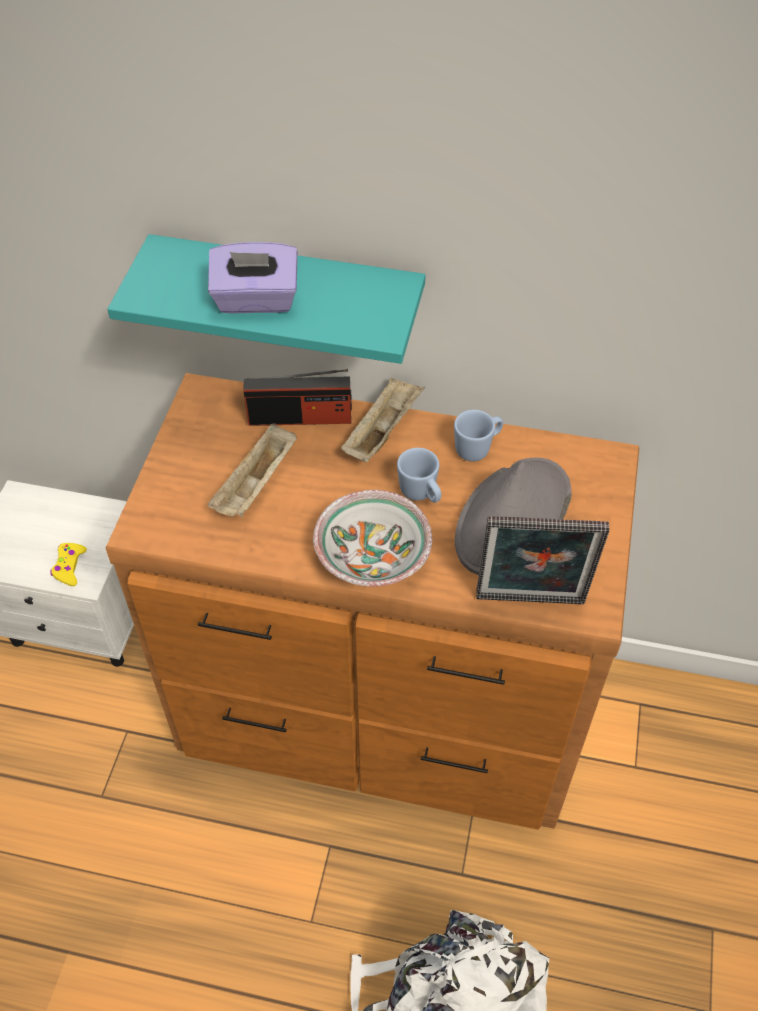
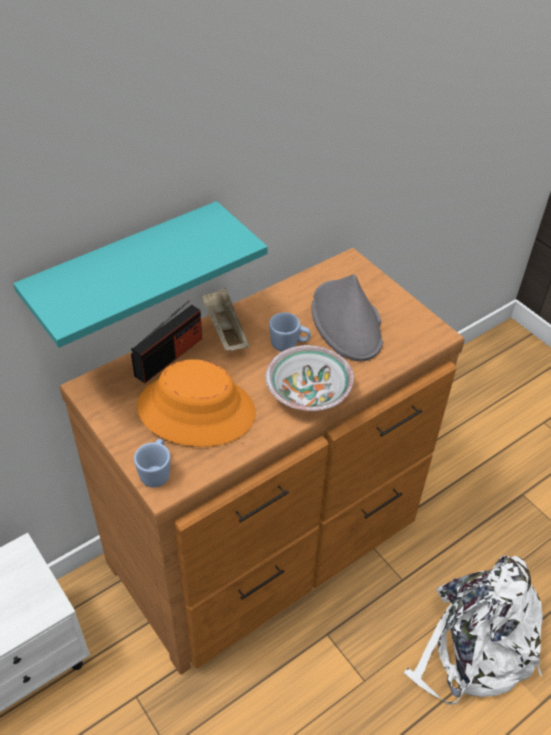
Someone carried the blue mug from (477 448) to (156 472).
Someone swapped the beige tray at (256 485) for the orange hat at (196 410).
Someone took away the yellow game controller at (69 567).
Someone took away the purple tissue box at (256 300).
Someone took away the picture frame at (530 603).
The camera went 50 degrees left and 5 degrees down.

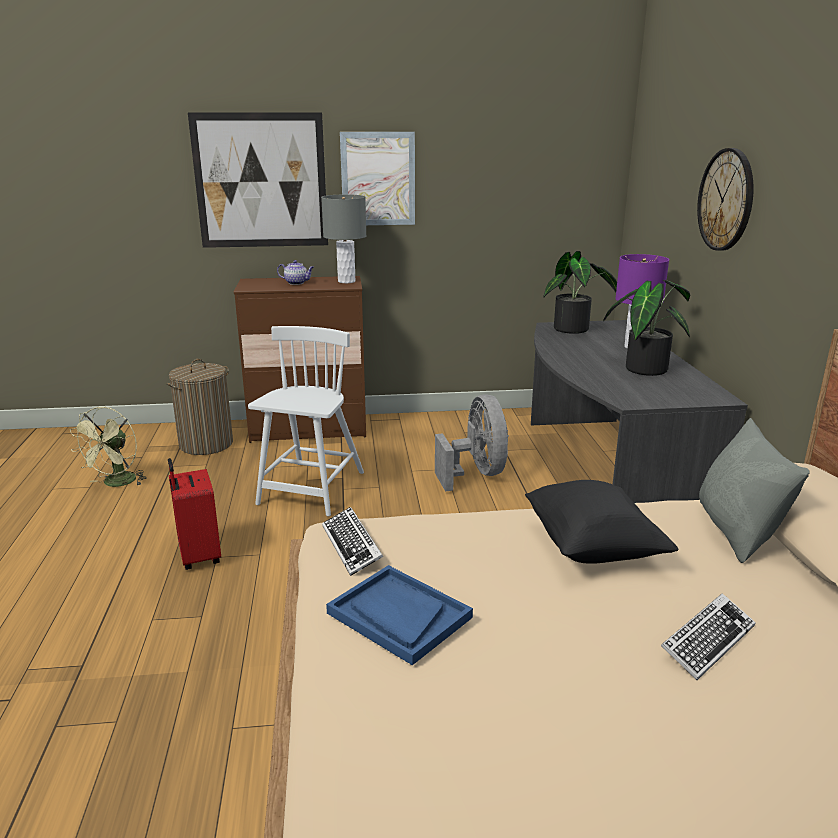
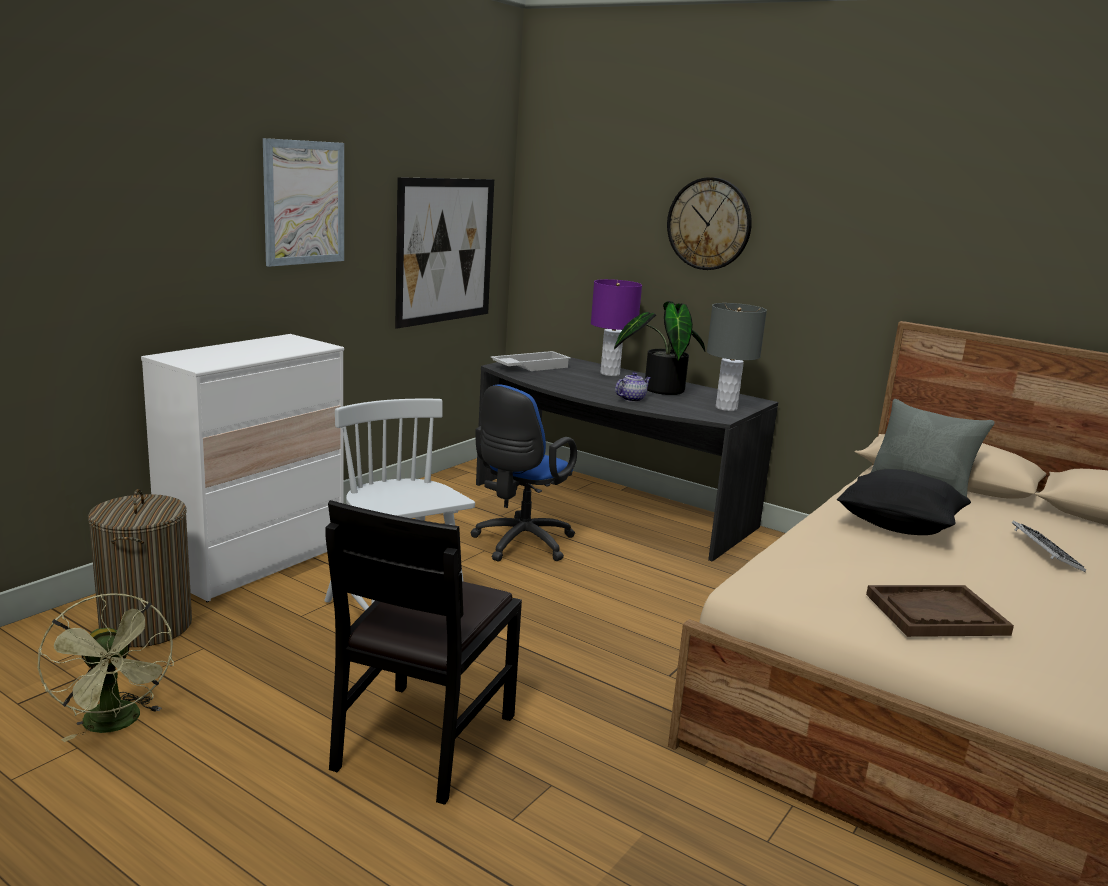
Someone repainted the brown dresser at (308 429), which became the white dresser at (254 562).
Someone swapped the red suitcase at (198 557) for the black chair at (423 739).
Someone carried the picture from (261 181) to (445 251).
Someone swapped the grey fan at (476 474) for the blue office chair at (519 545).
Someone swapped the potted plant at (575 329) for the white tray at (530 367).
Someone carried the teapot from (297 283) to (632 399).
Someone carried the grey table lamp from (346 281) to (726 408).
Someone repainted the blue tray at (398 615), which became the brown tray at (936 614).
Someone took away the keyboard at (352 546).
The camera went 50 degrees left and 5 degrees down.

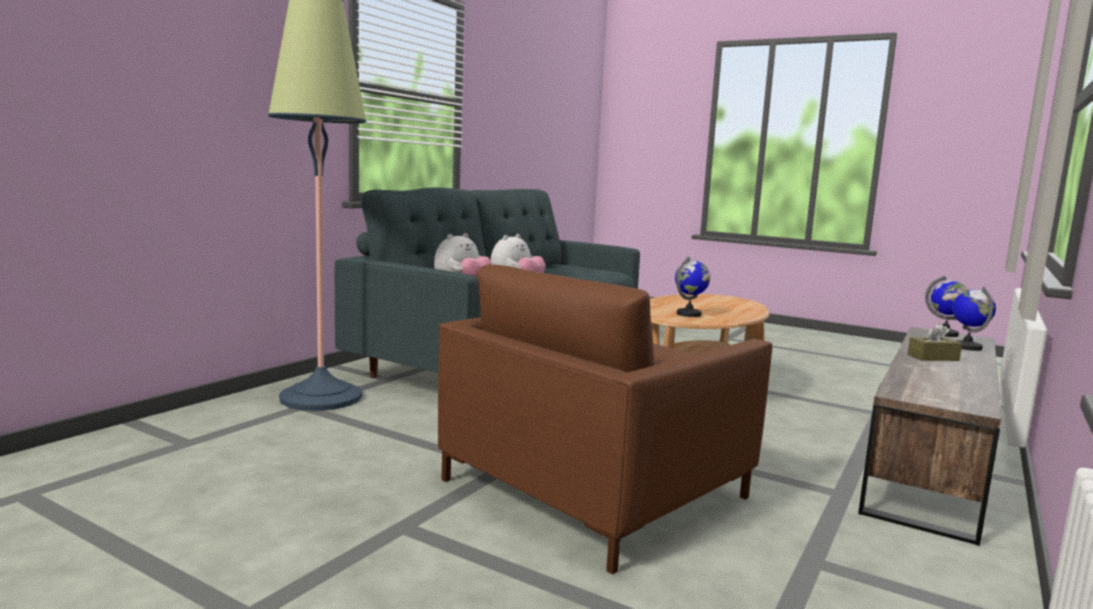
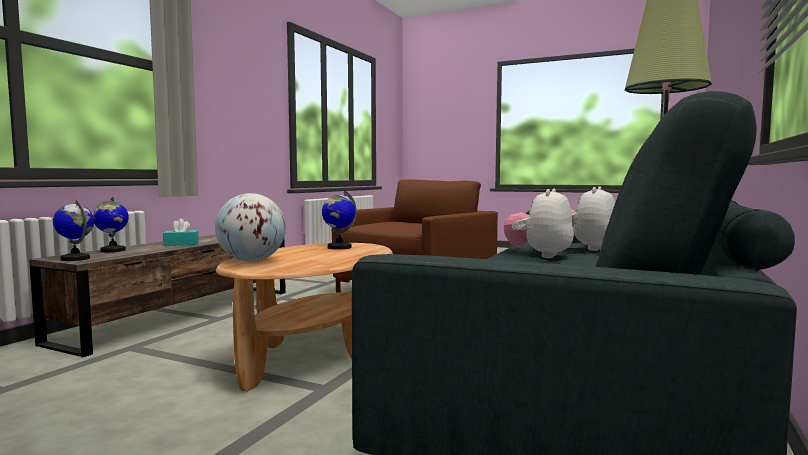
Someone repainted the brown tissue box at (933 357), which became the turquoise tissue box at (181 244).
Someone put down the globe at (251 261).
The camera went 175 degrees right and 5 degrees down.

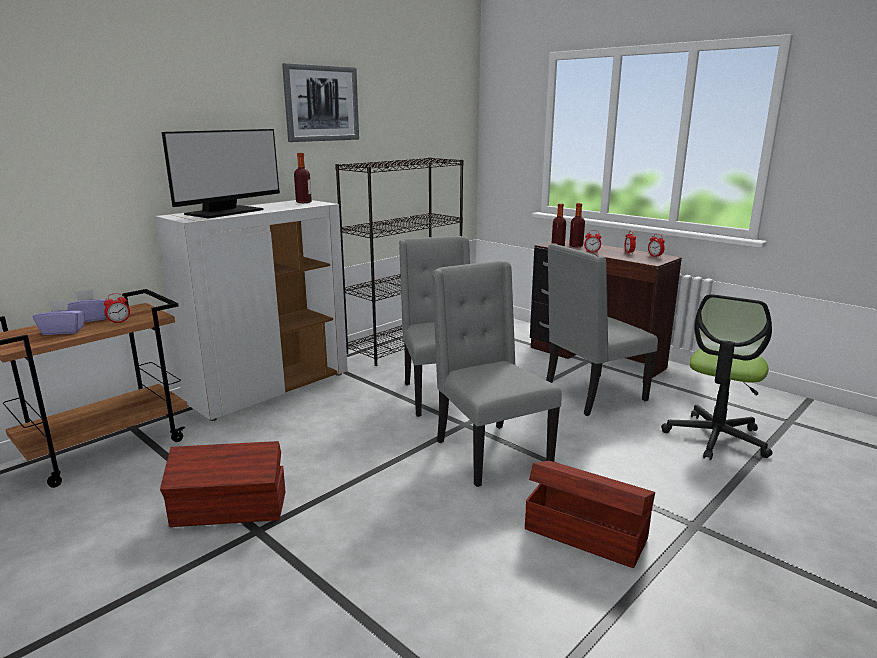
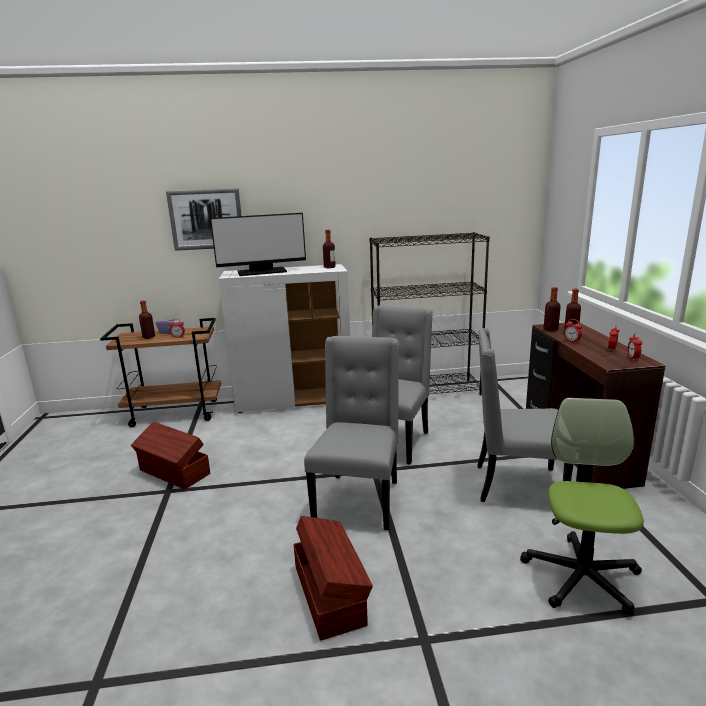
Someone swapped the purple tissue box at (63 331) for the bottle at (149 337).
Someone carried the picture from (321 103) to (206 219).
Someone rotated the office chair at (715 438) by 120 degrees clockwise.
The camera went 40 degrees right and 0 degrees up.

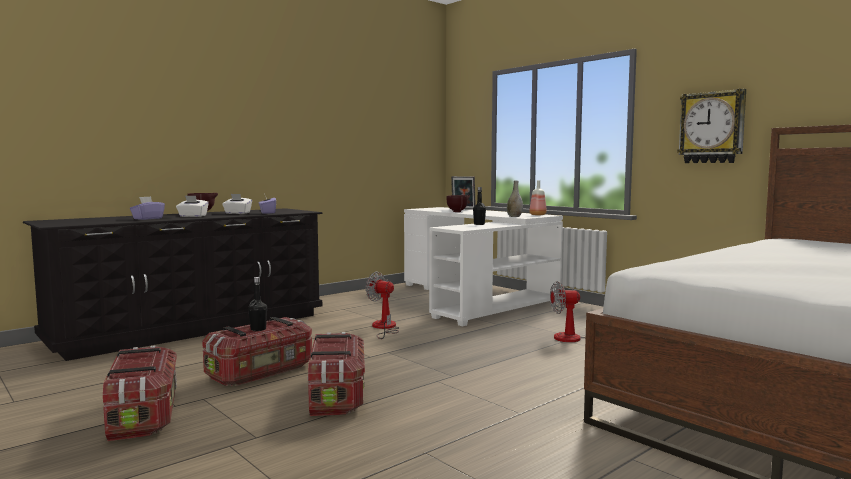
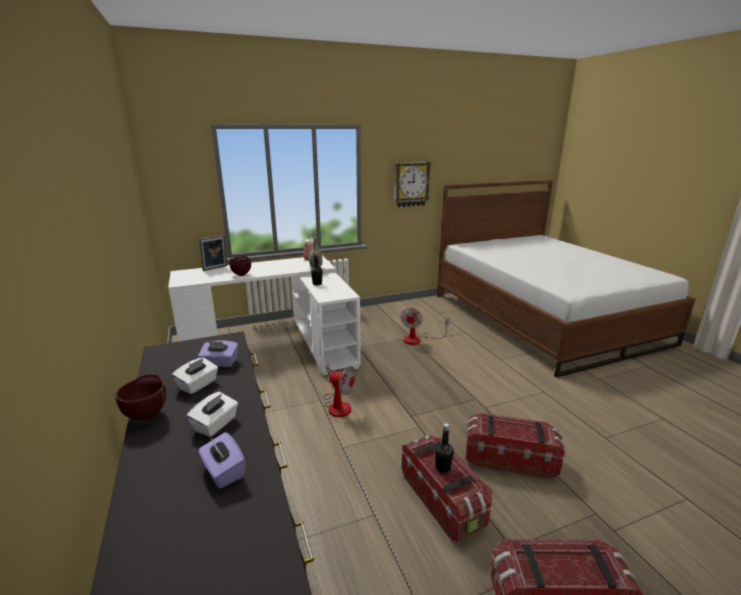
Someone rotated the fan at (384 328) by 120 degrees counterclockwise.
The camera went 70 degrees left and 15 degrees up.

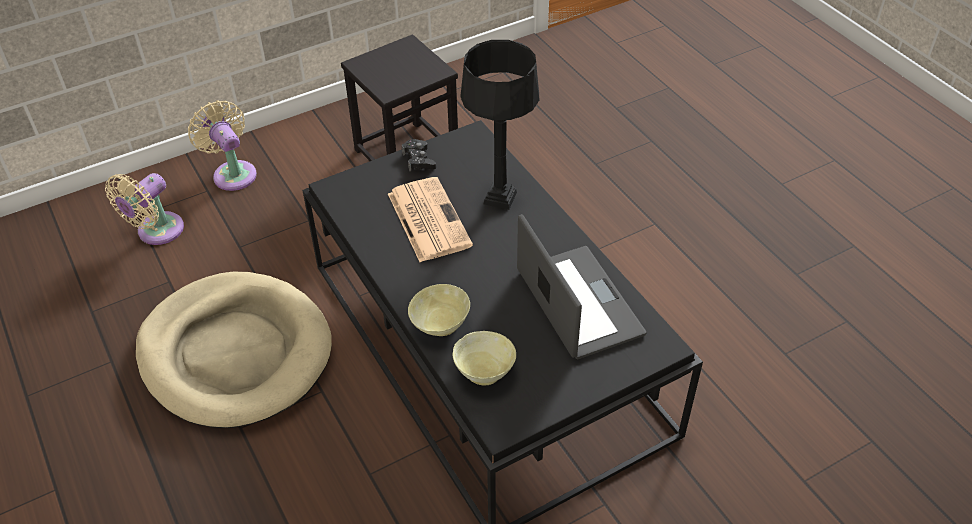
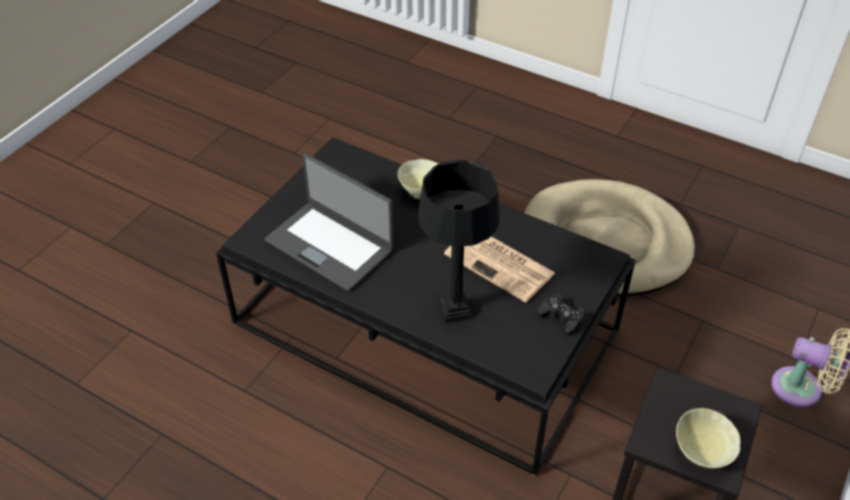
Someone carried the beige bowl from (485 372) to (701 453).
Someone took away the beige fan at (156 232).
The camera went 150 degrees right and 0 degrees up.

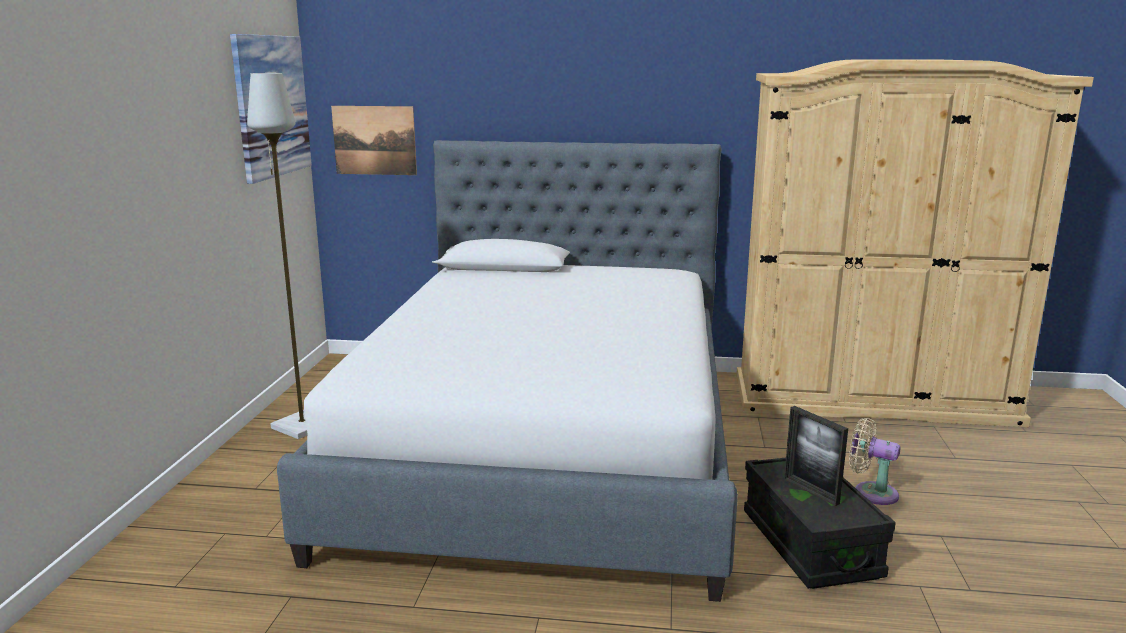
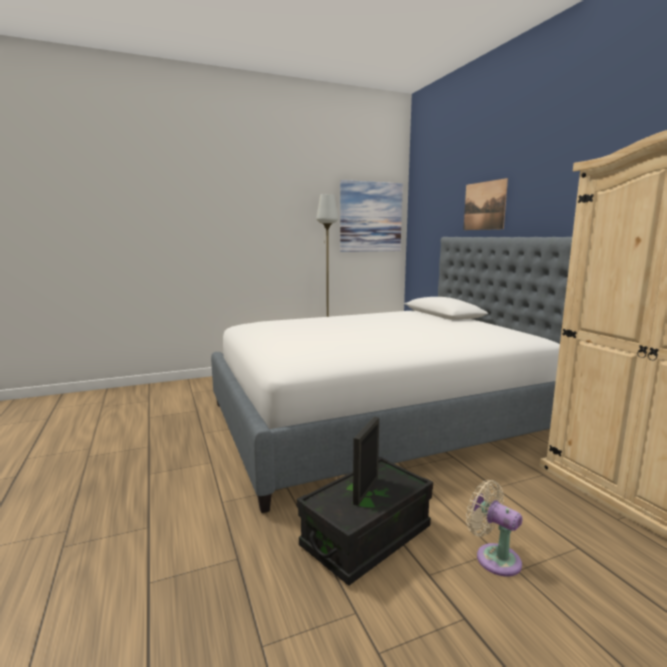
Someone carried the picture from (374 140) to (484 206).
Someone rotated the beige fan at (871 492) by 45 degrees counterclockwise.
The camera went 60 degrees right and 5 degrees down.

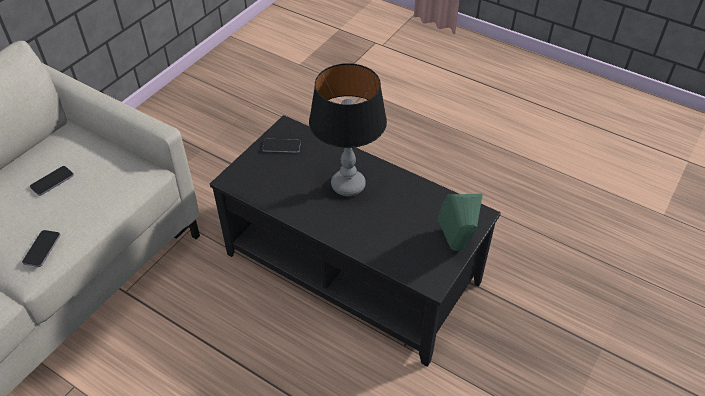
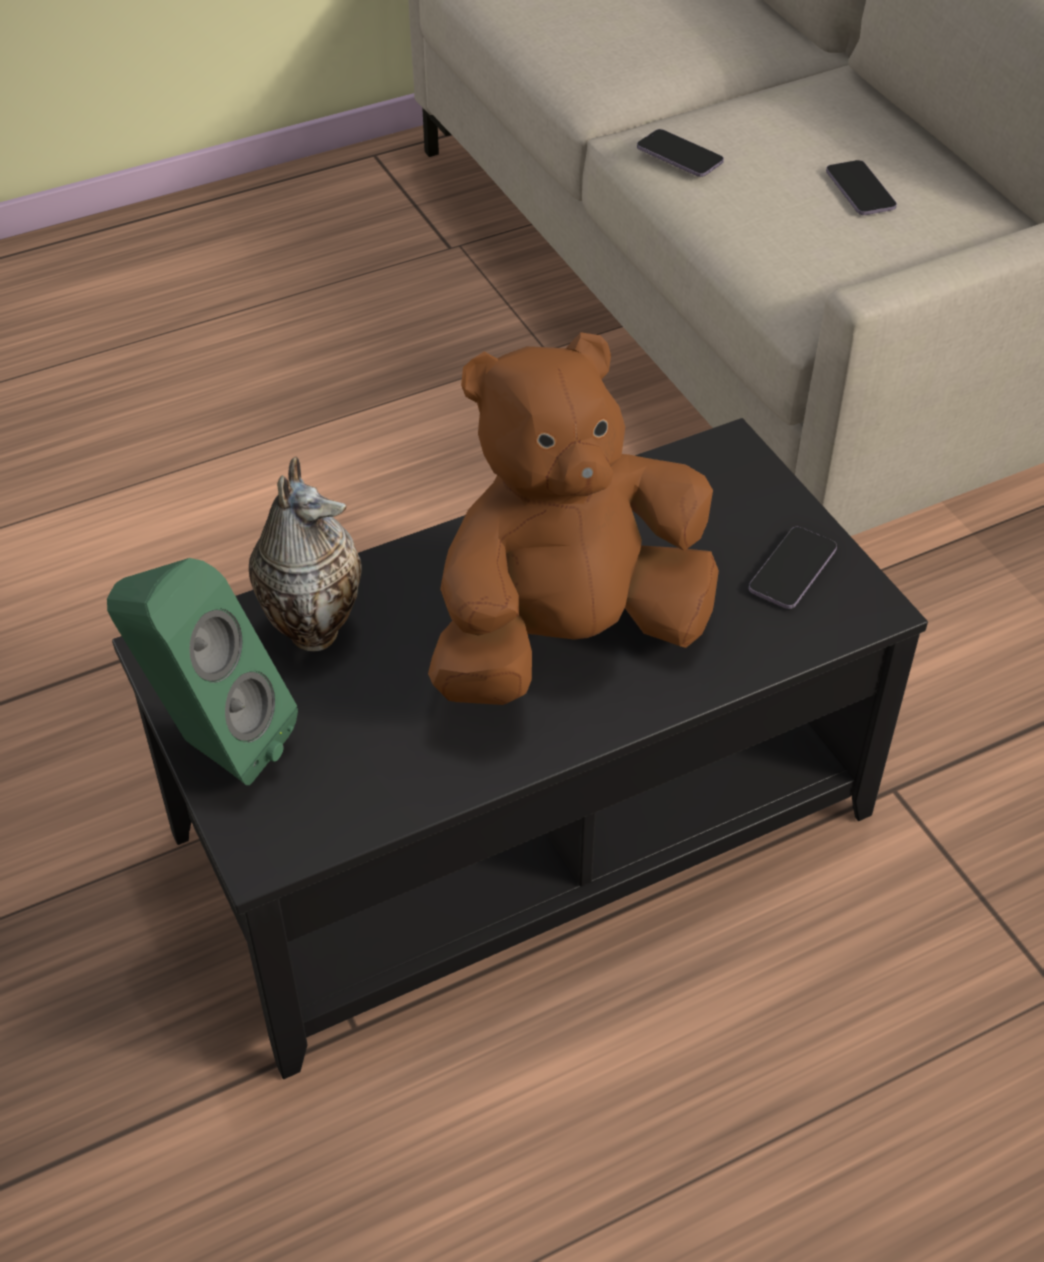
Someone put down the vase at (313 627).
Someone swapped the table lamp at (347 185) for the brown plush toy at (566 637).
The camera went 120 degrees right and 0 degrees up.

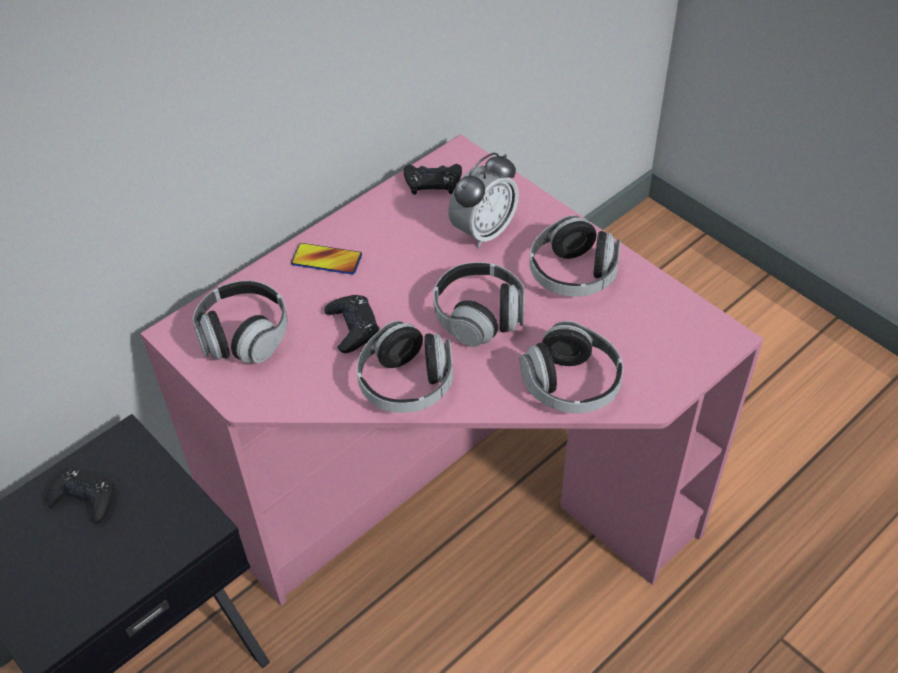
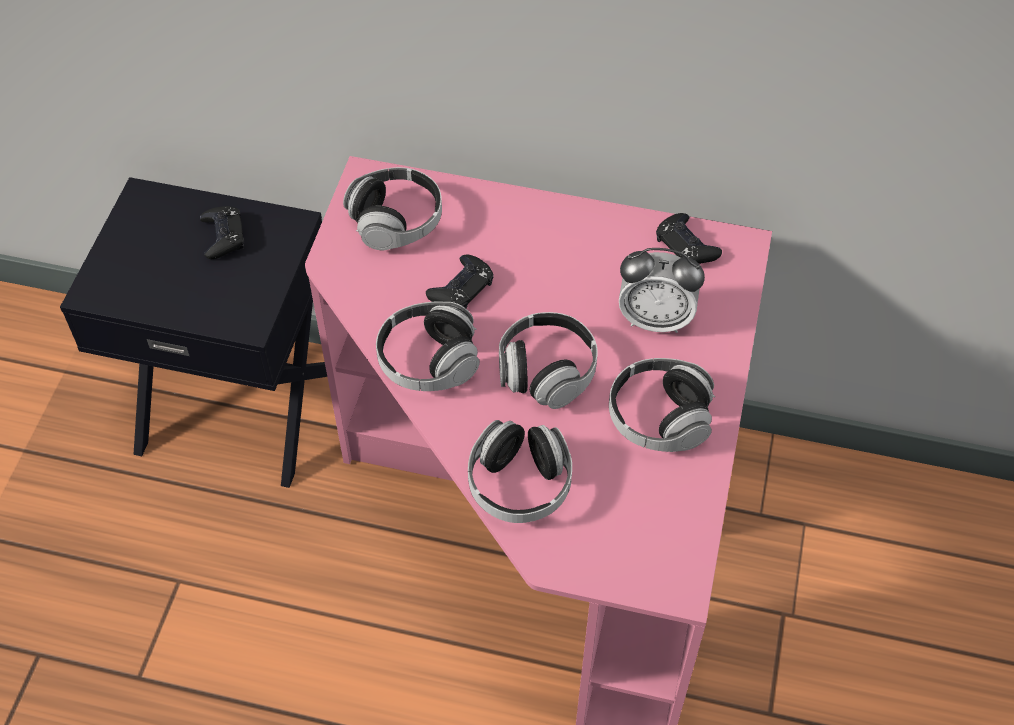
Someone took away the phone at (326 260).
The camera went 55 degrees right and 5 degrees up.

